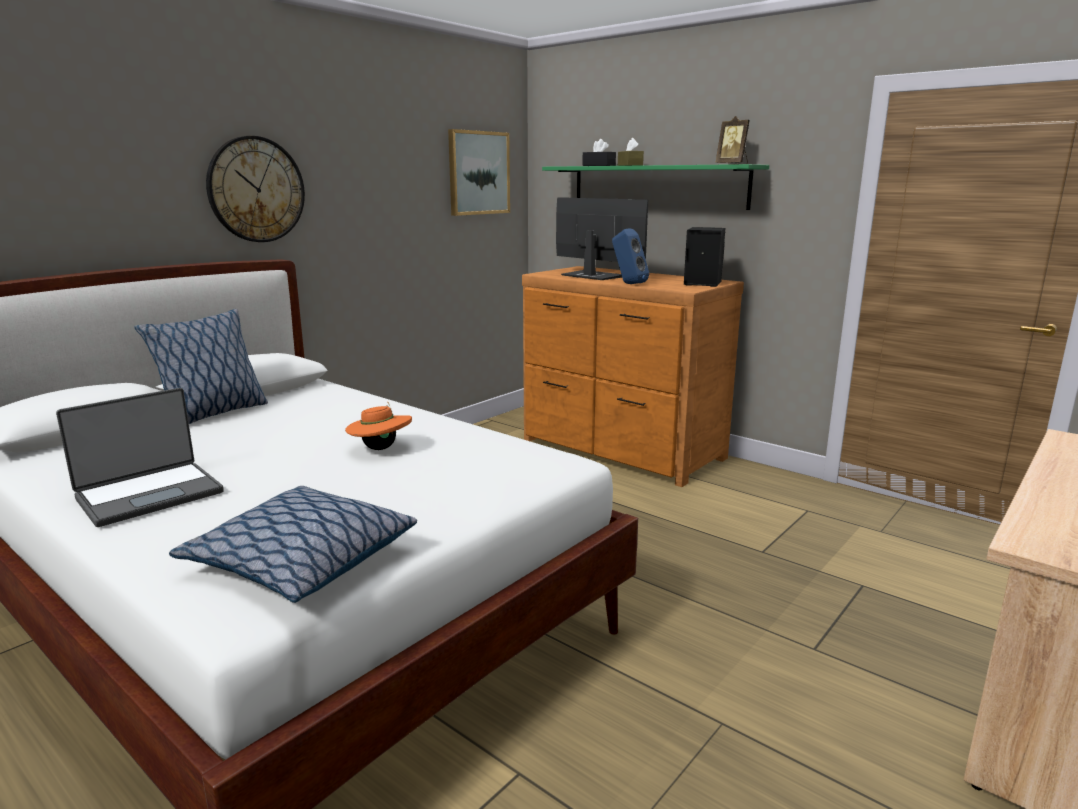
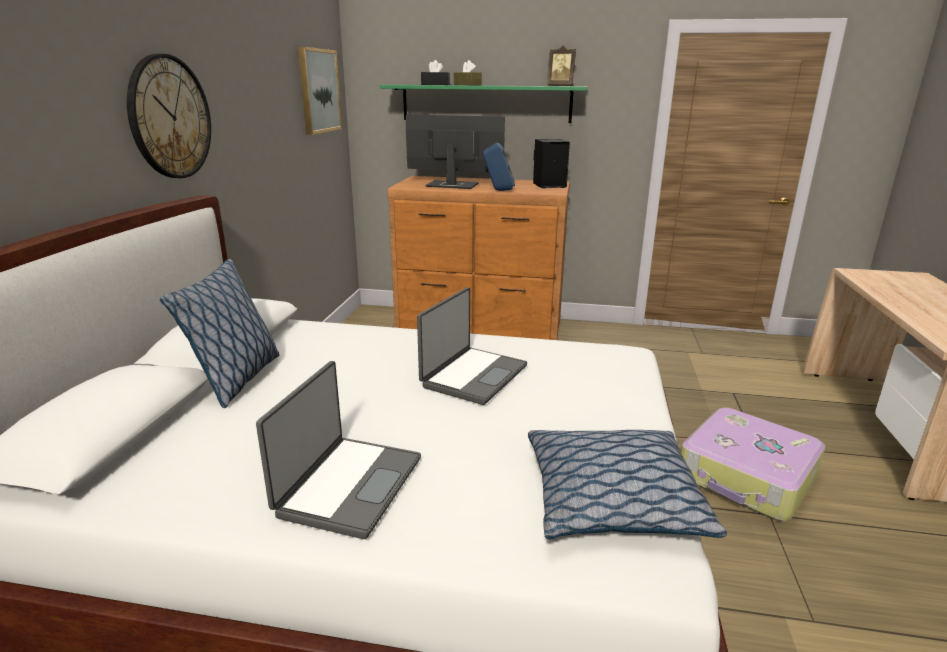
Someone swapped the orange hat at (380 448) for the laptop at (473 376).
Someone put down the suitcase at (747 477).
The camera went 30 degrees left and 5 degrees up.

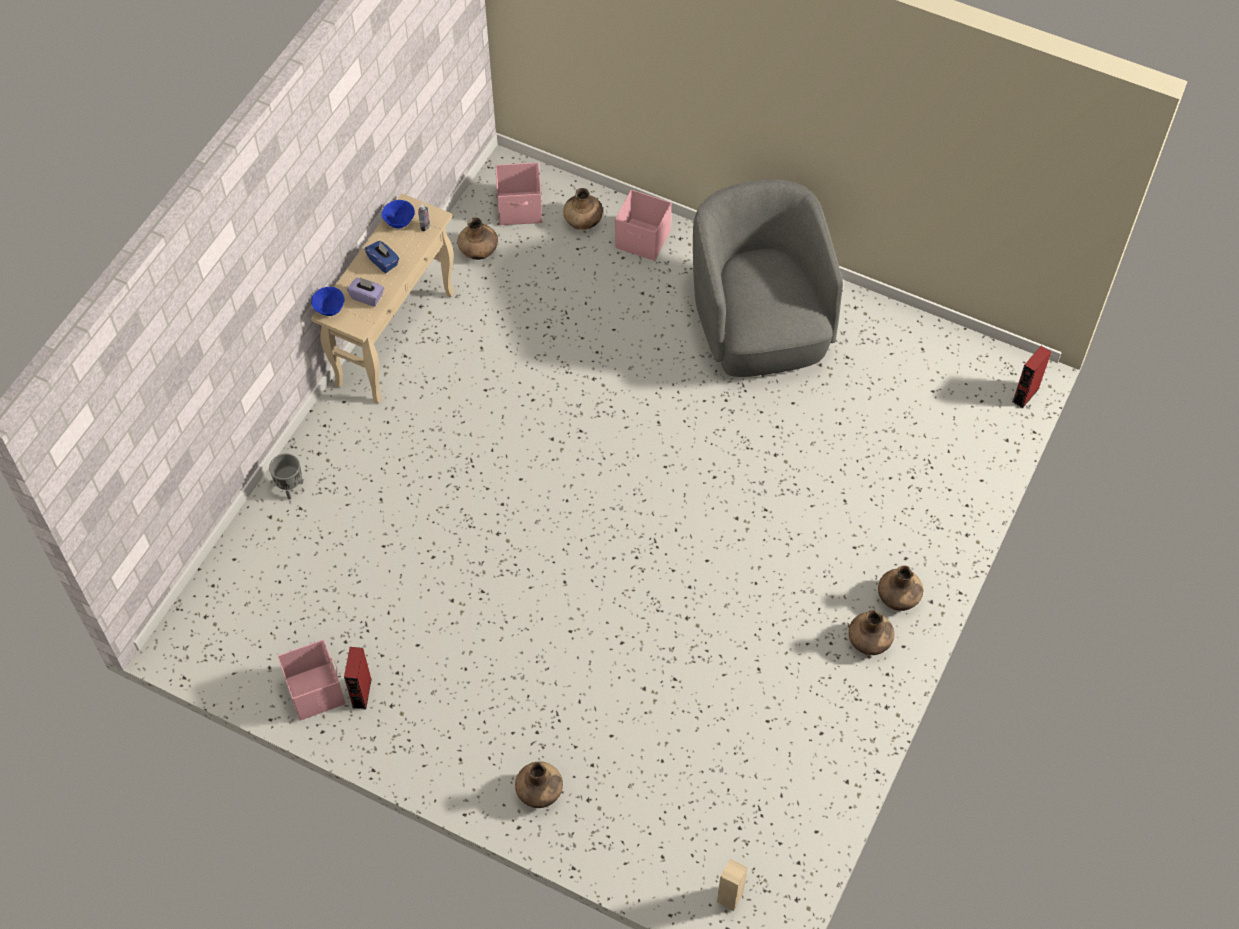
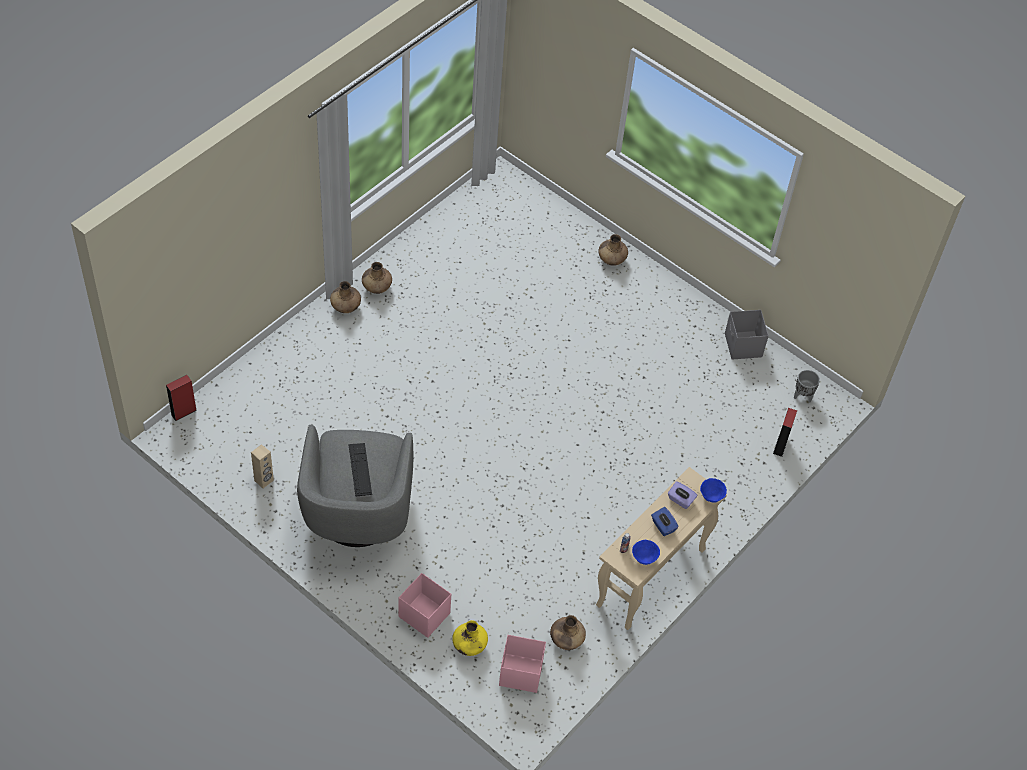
Someone carried the beige speaker from (729 897) to (264 480).
Someone put down the keyboard at (360 469).
Someone repainted the brown vase at (583 221), which became the yellow vase at (469 646).
Someone repainted the pink storage box at (315 690), which became the grey storage box at (743 346).
Someone carried the red speaker from (362 693) to (780 446).
Someone carried the grey planter from (290 487) to (803 396).
The camera went 170 degrees left and 5 degrees down.

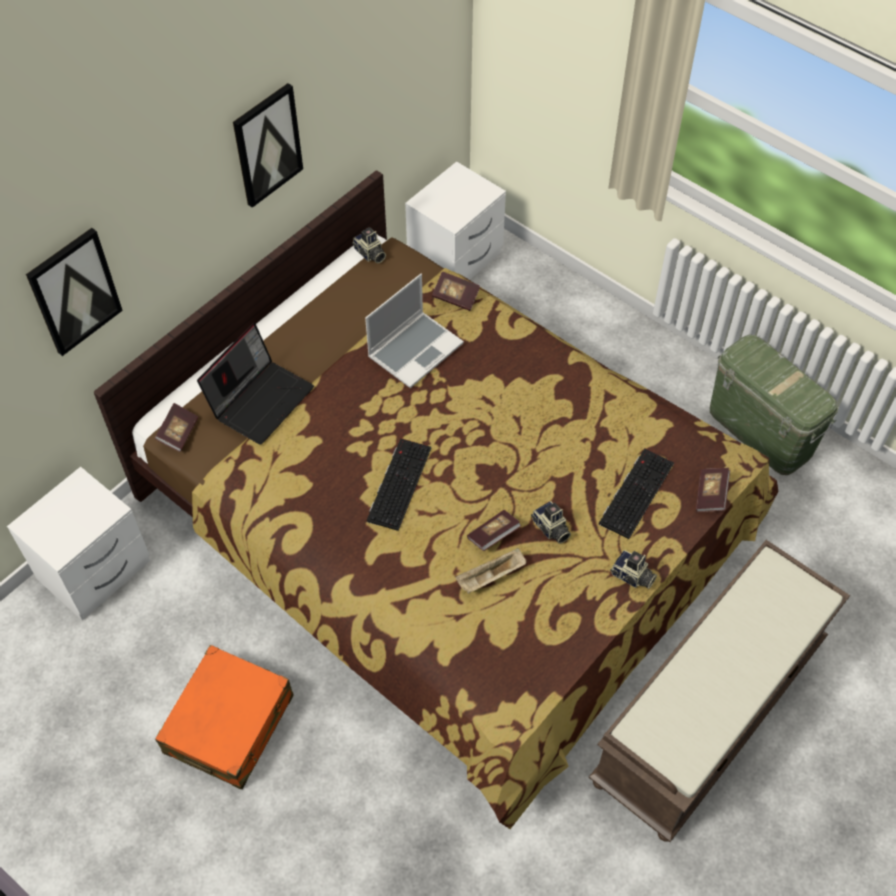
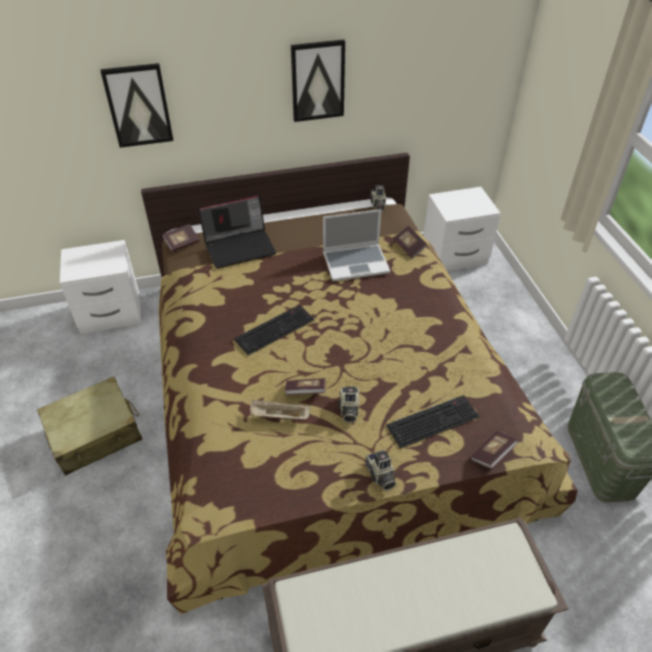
Someone repainted the orange suitcase at (230 724), which became the beige suitcase at (95 434).
The camera went 35 degrees right and 10 degrees down.

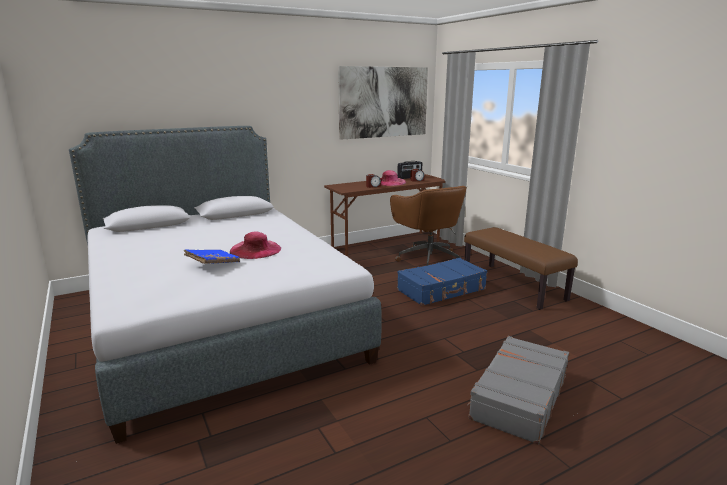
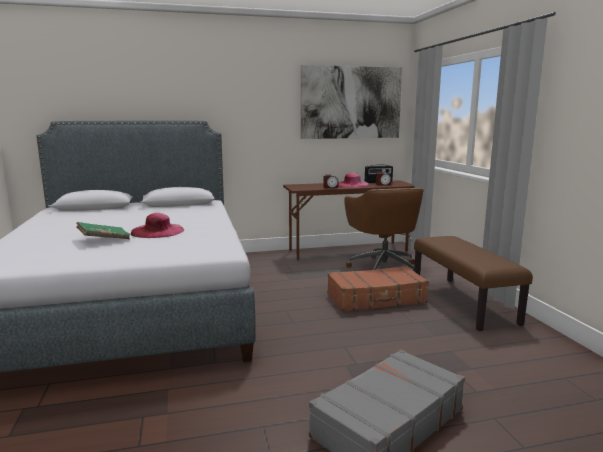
Someone repainted the blue book at (213 264), which became the green book at (104 239).
Someone repainted the blue suitcase at (442 290), which became the brown suitcase at (376 298).
The camera went 15 degrees right and 5 degrees down.

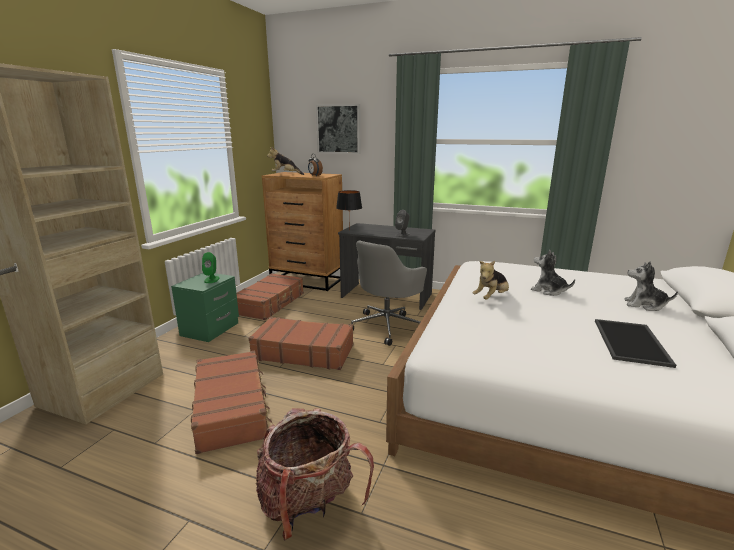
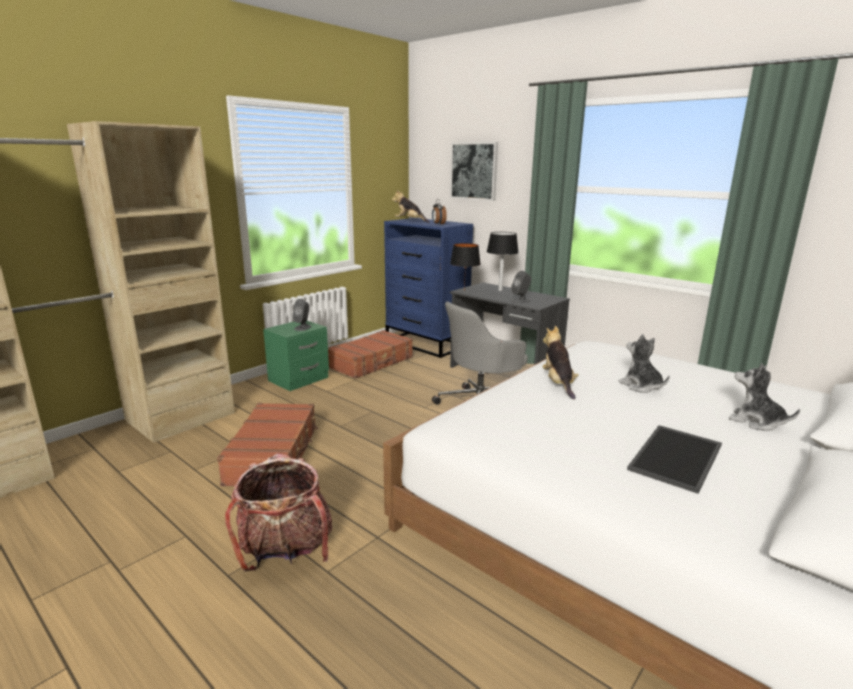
Someone repainted the green speaker at (211 279), which became the grey speaker at (303 327).
Someone repainted the brown dresser at (308 280), which became the blue dresser at (427 344).
Someone put down the black table lamp at (500 290).
Someone rotated the plush toy at (491 298) by 105 degrees clockwise.
Someone took away the brown suitcase at (303 352).
The camera went 20 degrees right and 0 degrees up.

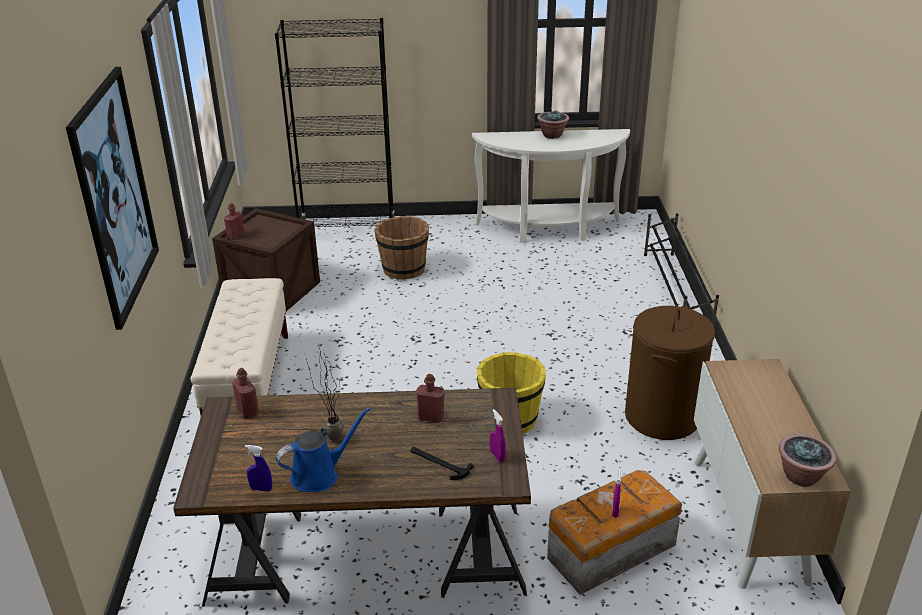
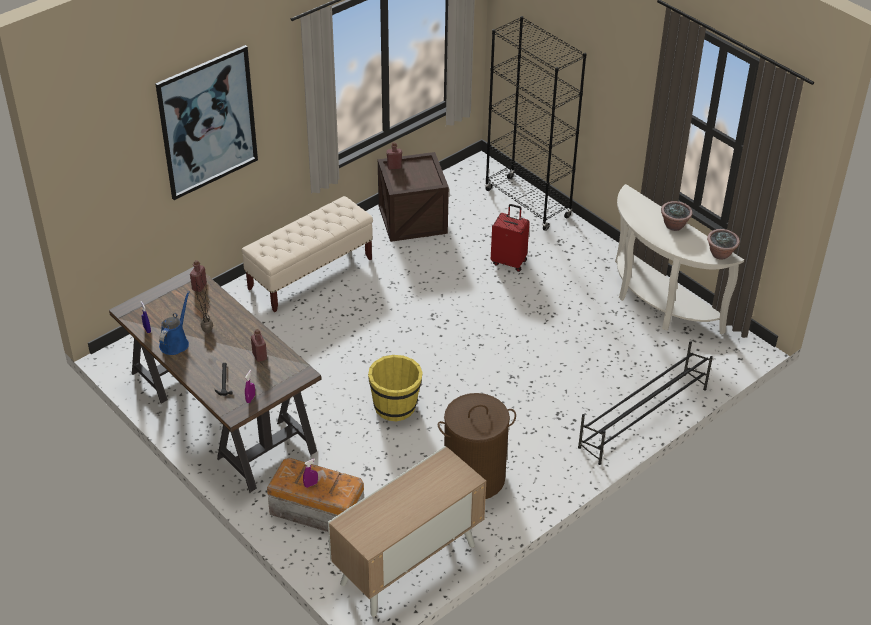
Someone rotated the blue watering can at (319 474) by 90 degrees counterclockwise.
Someone swapped the brown bucket at (403 269) for the red suitcase at (509 261).
Someone carried the potted plant from (801 476) to (720 254).
The camera went 50 degrees right and 10 degrees up.

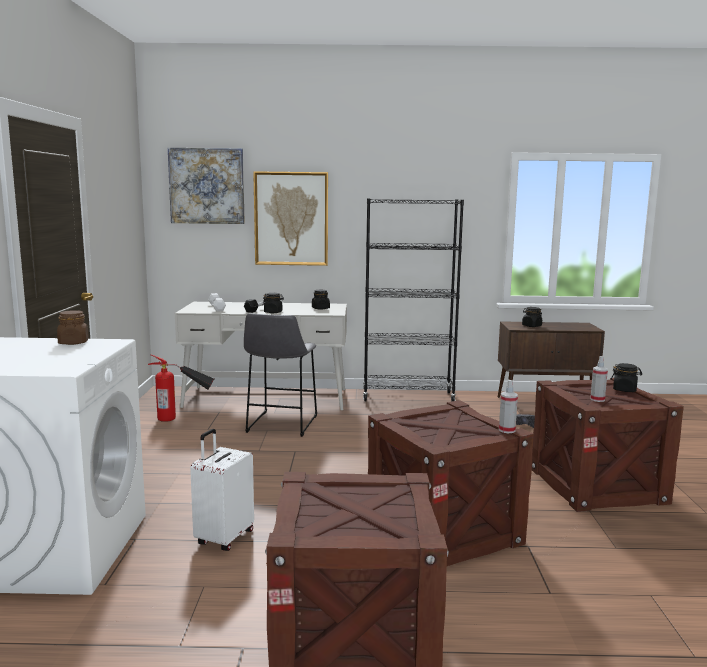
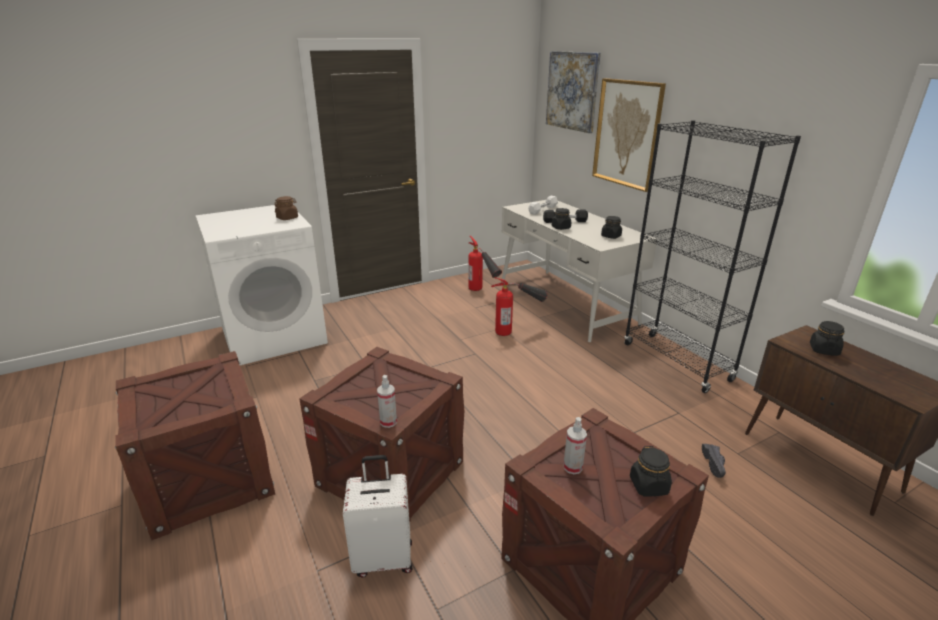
Someone carried the white suitcase from (223 538) to (383 558).
Someone swapped the grey stool at (280 425) for the fire extinguisher at (517 329).
The camera went 60 degrees right and 15 degrees up.

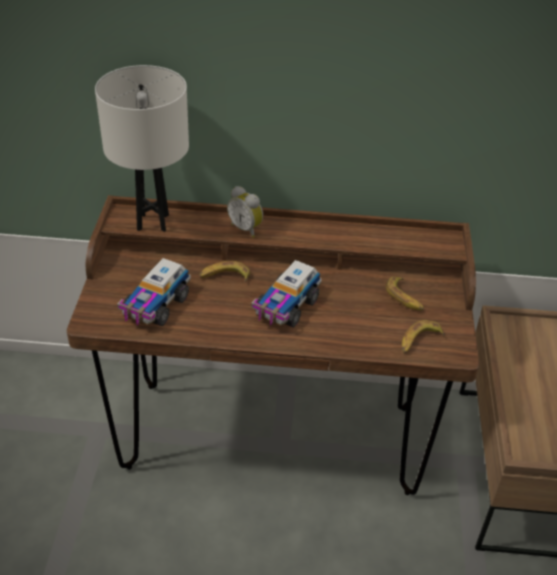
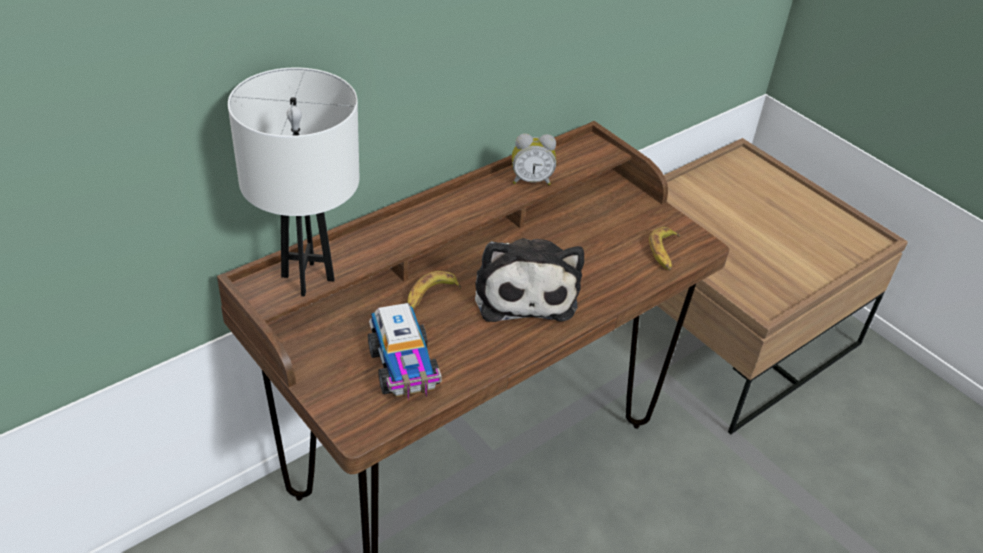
Someone swapped the toy truck at (286 307) for the plush toy at (524 291).
Someone carried the alarm clock from (246 228) to (531 180).
Someone took away the banana at (404 298).
The camera went 45 degrees left and 0 degrees up.

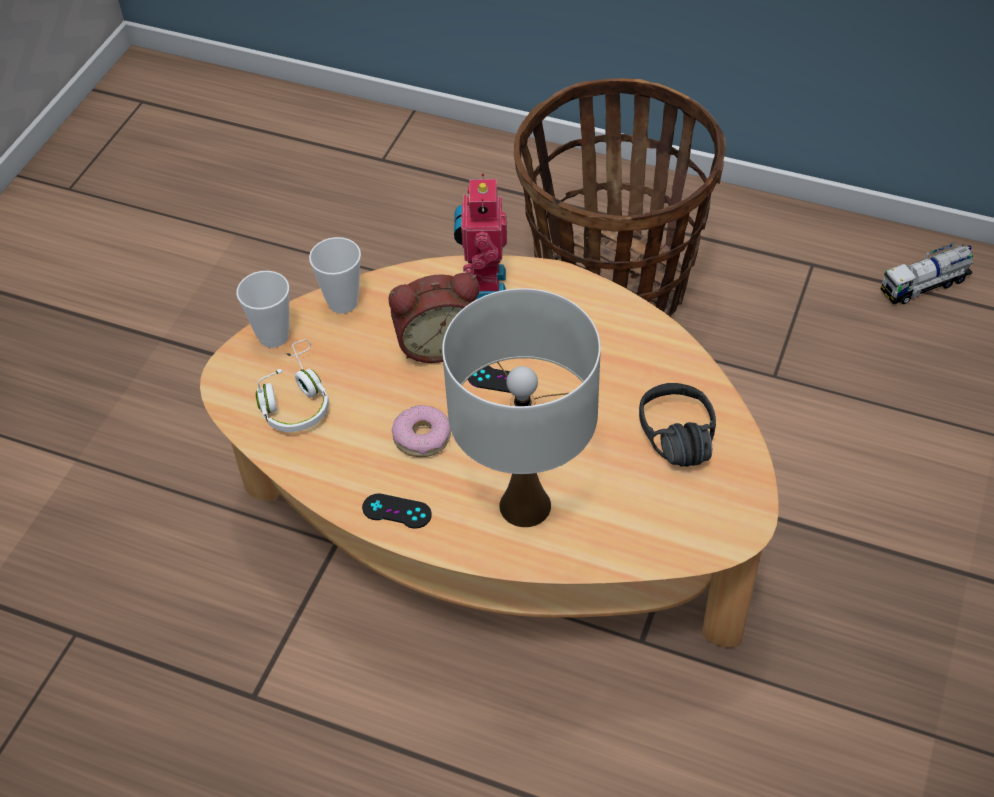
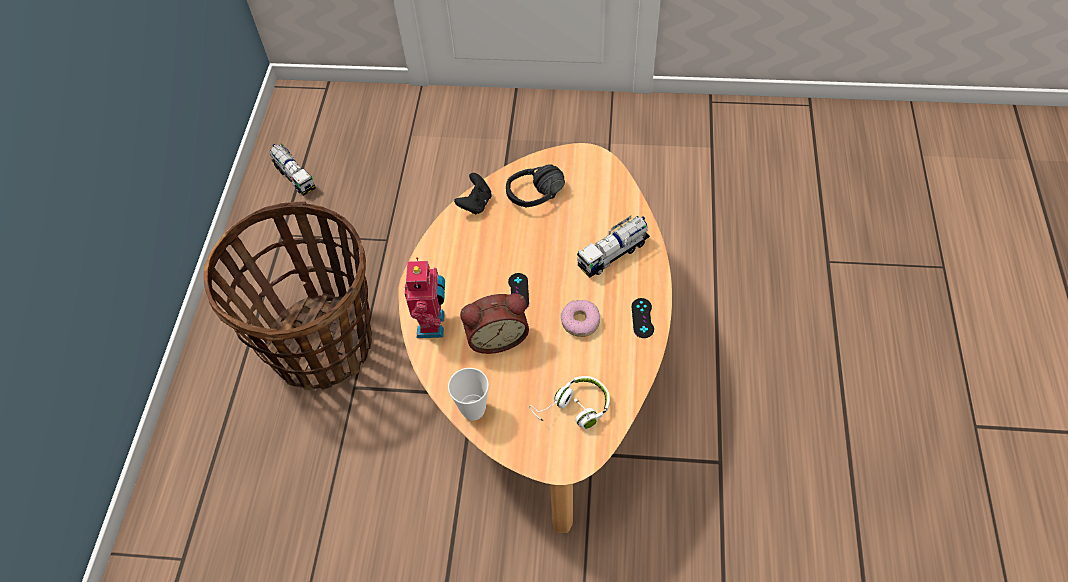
Someone rotated the toy robot at (483 284) by 75 degrees counterclockwise.
Someone put down the black game controller at (475 203).
Someone rotated the alarm clock at (438 343) by 105 degrees clockwise.
Someone swapped the white table lamp at (524 506) for the toy truck at (613 254).
Someone took away the cup at (273 336).
The camera went 105 degrees left and 5 degrees up.

